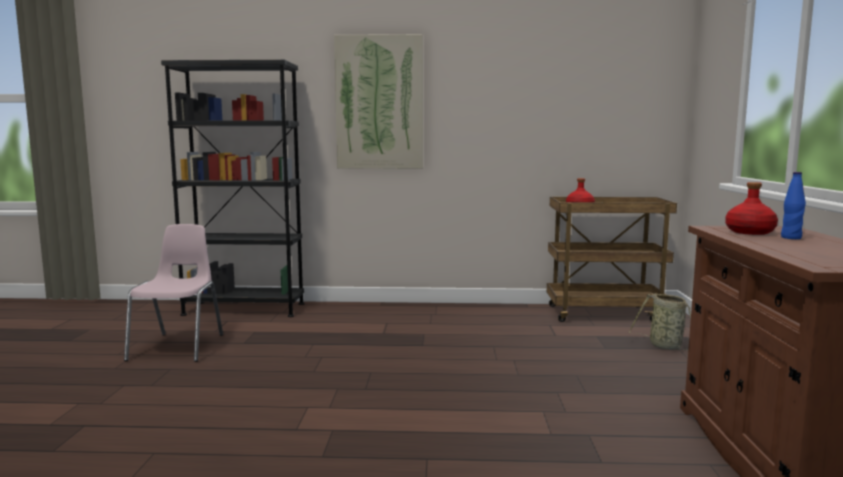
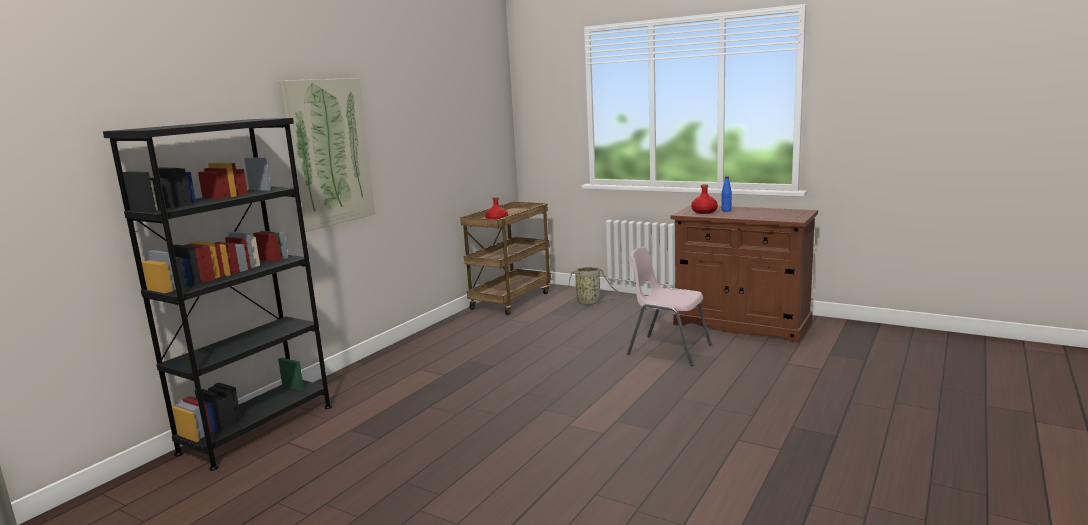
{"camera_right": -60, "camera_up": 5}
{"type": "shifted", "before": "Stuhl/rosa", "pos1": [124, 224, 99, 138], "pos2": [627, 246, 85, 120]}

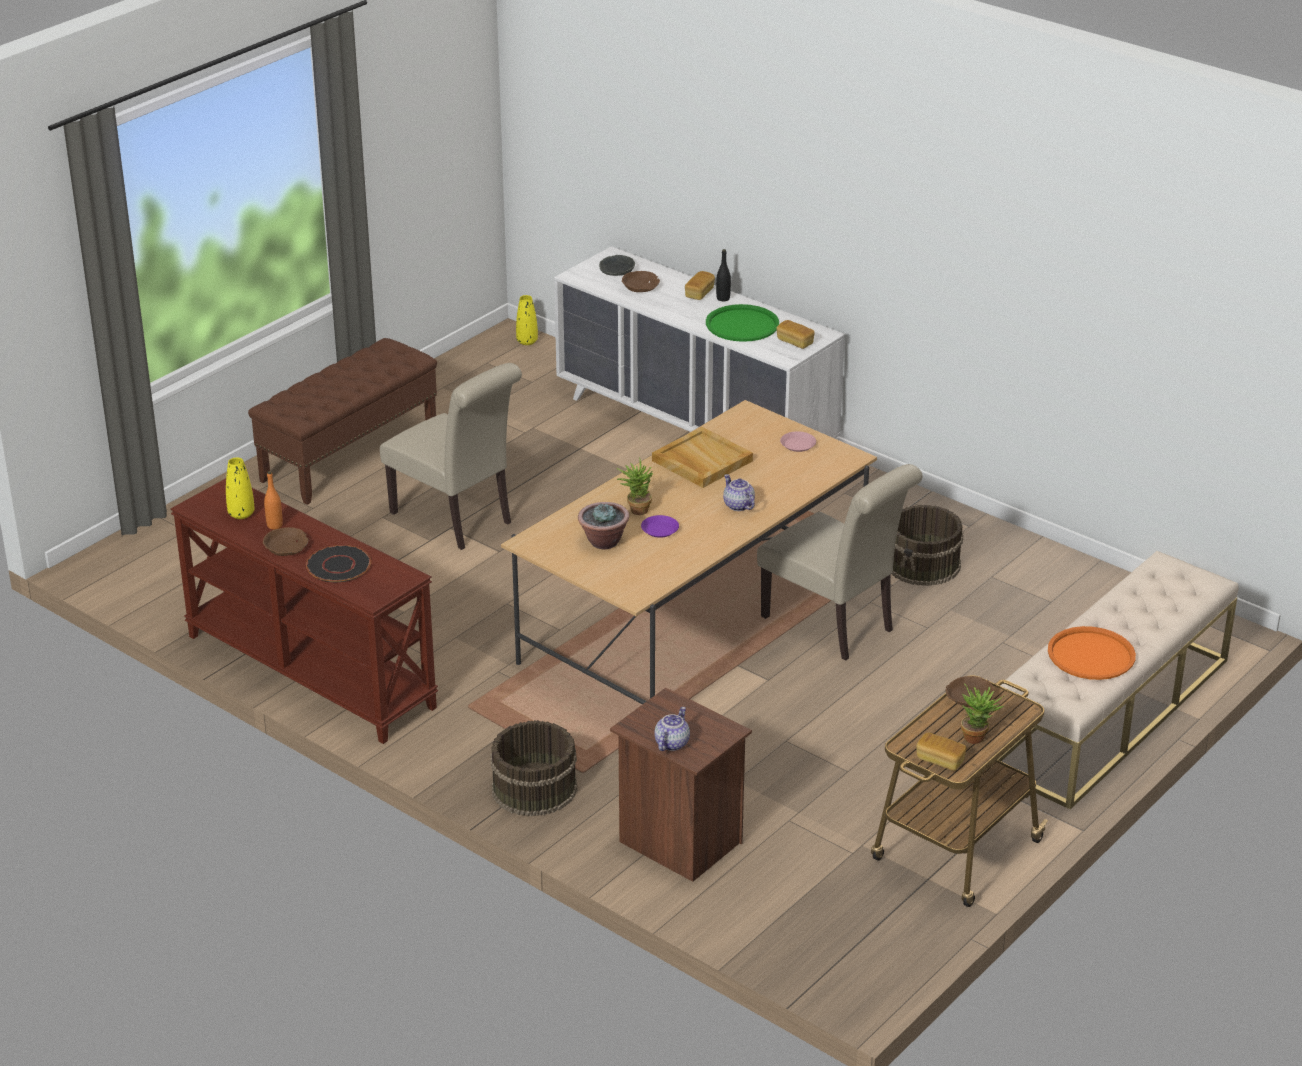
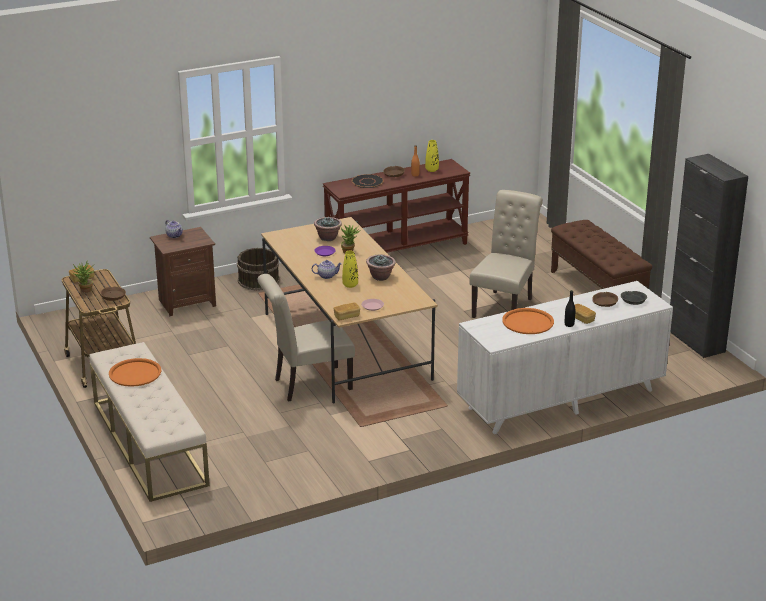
{"camera_right": 115, "camera_up": -5}
{"type": "rotated", "before": "Stuhl/beige", "pos1": [380, 363, 142, 187], "pos2": [470, 190, 73, 128], "turn": 135}
{"type": "shifted", "before": "Vase/gelb", "pos1": [516, 295, 22, 50], "pos2": [342, 251, 16, 37]}
{"type": "swapped", "before": "Tablett/beige", "after": "Topfpflanze", "pos1": [652, 427, 101, 61], "pos2": [366, 255, 30, 26]}
{"type": "repainted", "before": "Tablett/grün", "after": "Tablett/orange", "pos1": [706, 304, 73, 38], "pos2": [502, 308, 52, 26]}
{"type": "shifted", "before": "Brot", "pos1": [776, 320, 39, 29], "pos2": [334, 302, 26, 18]}
{"type": "gone", "before": "Eimer/braun", "pos1": [892, 504, 71, 82]}
{"type": "new", "after": "Schrank/schwarz", "pos2": [670, 154, 78, 204]}

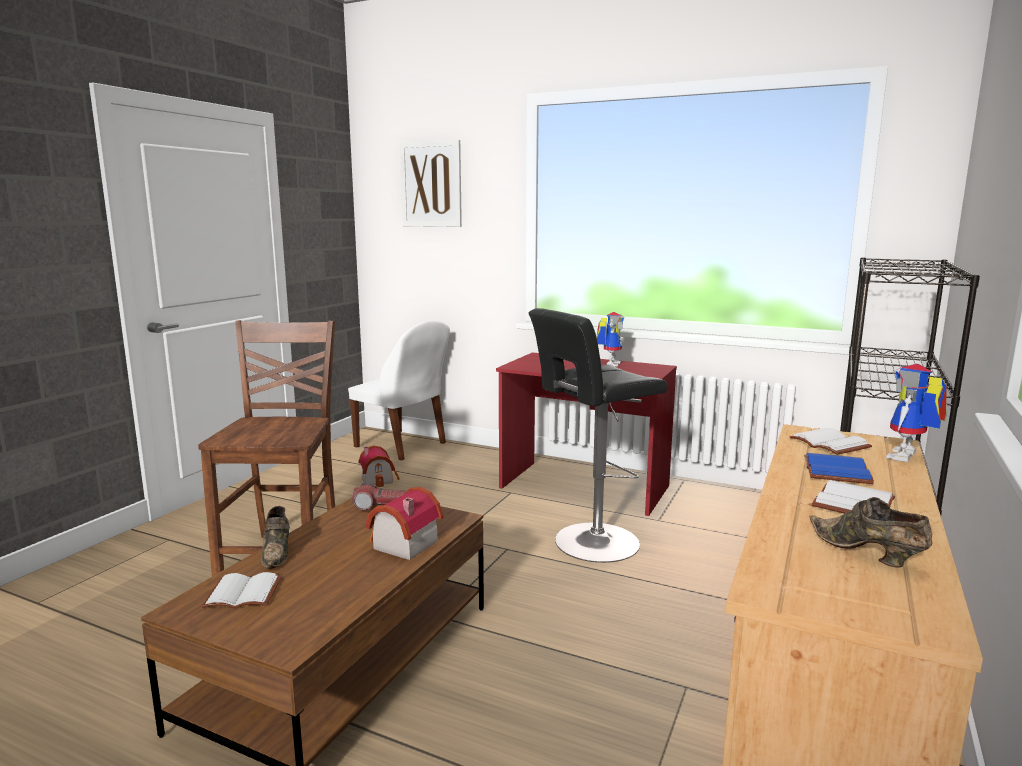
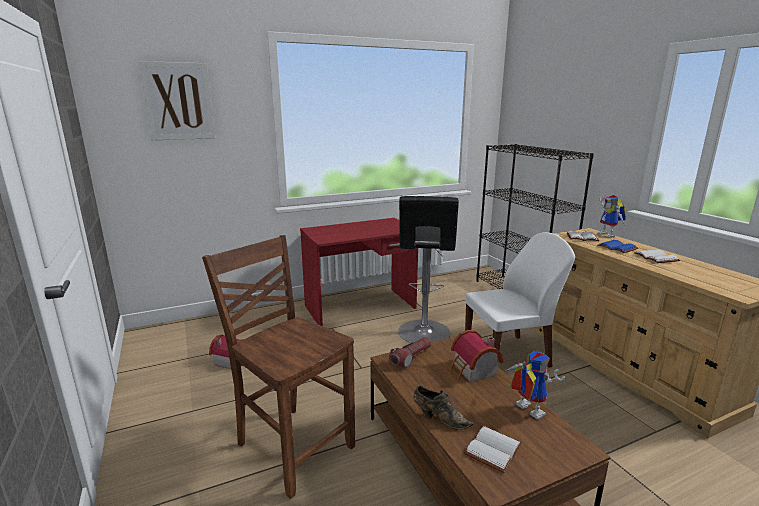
{"camera_right": -50, "camera_up": 5}
{"type": "shifted", "before": "Stuhl/weiß", "pos1": [348, 321, 102, 139], "pos2": [465, 232, 110, 136]}
{"type": "shifted", "before": "Spielzeugroboter", "pos1": [596, 312, 28, 55], "pos2": [505, 351, 60, 68]}
{"type": "gone", "before": "Schuh/braun", "pos1": [810, 497, 122, 71]}

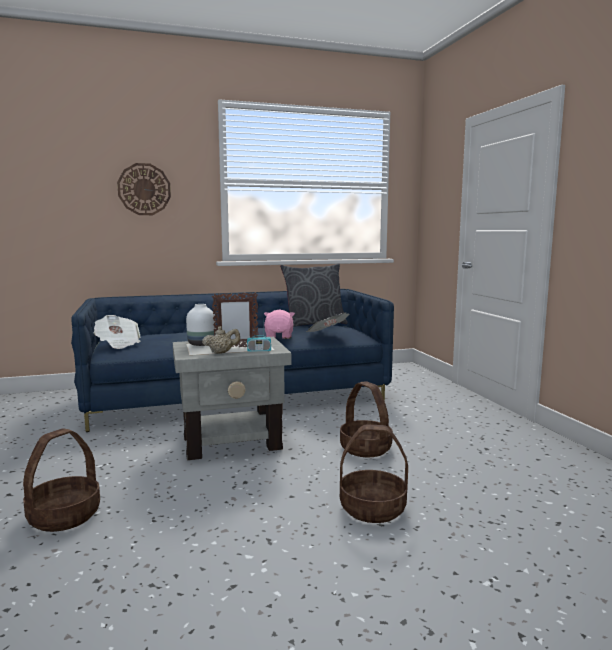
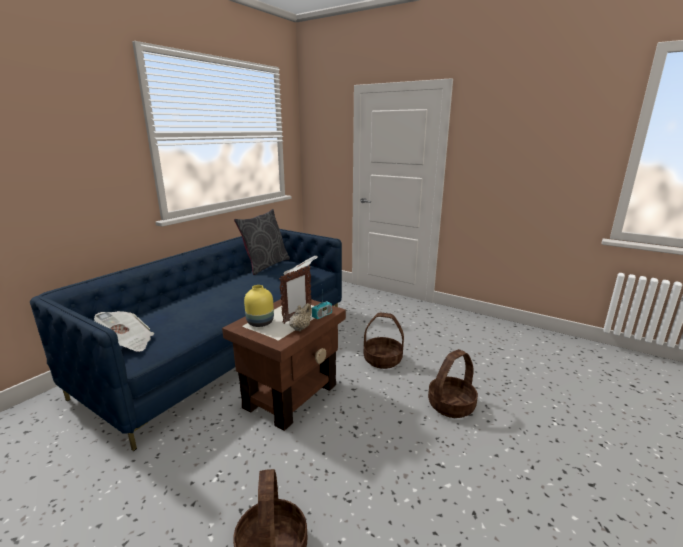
{"camera_right": -40, "camera_up": 10}
{"type": "gone", "before": "Wanduhr", "pos1": [117, 163, 54, 52]}
{"type": "repainted", "before": "Beistelltisch/grau", "after": "Beistelltisch/braun", "pos1": [173, 337, 118, 123], "pos2": [222, 299, 124, 132]}
{"type": "repainted", "before": "Vase/weiß", "after": "Vase/gelb", "pos1": [186, 304, 30, 42], "pos2": [244, 285, 30, 42]}
{"type": "gone", "before": "Plüschtier/rosa", "pos1": [264, 310, 31, 29]}

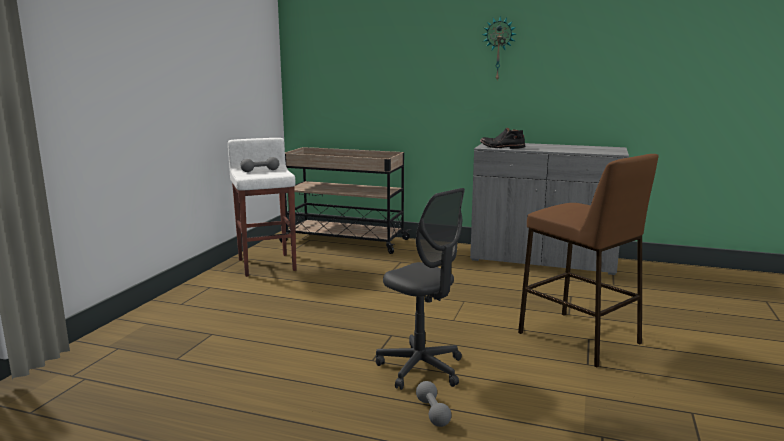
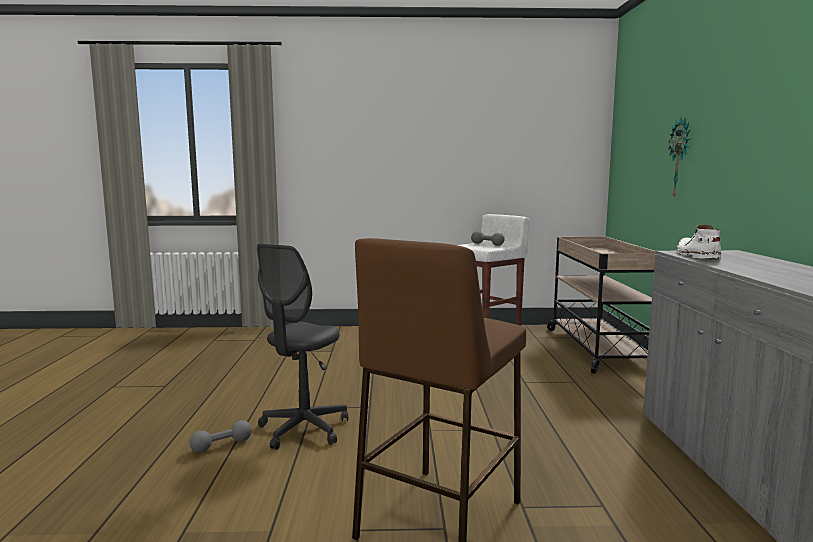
{"camera_right": 70, "camera_up": -5}
{"type": "repainted", "before": "Stiefel/schwarz", "after": "Stiefel/weiß", "pos1": [480, 128, 45, 21], "pos2": [677, 225, 44, 35]}
{"type": "shifted", "before": "Wanduhr", "pos1": [482, 16, 34, 64], "pos2": [668, 117, 23, 81]}

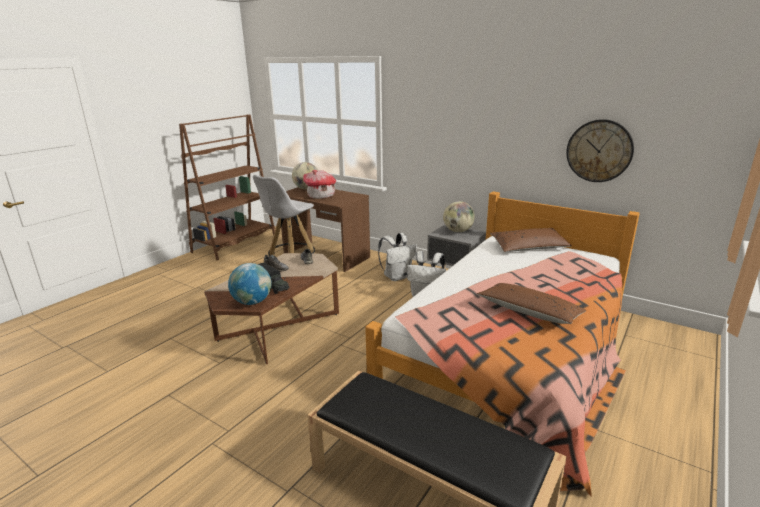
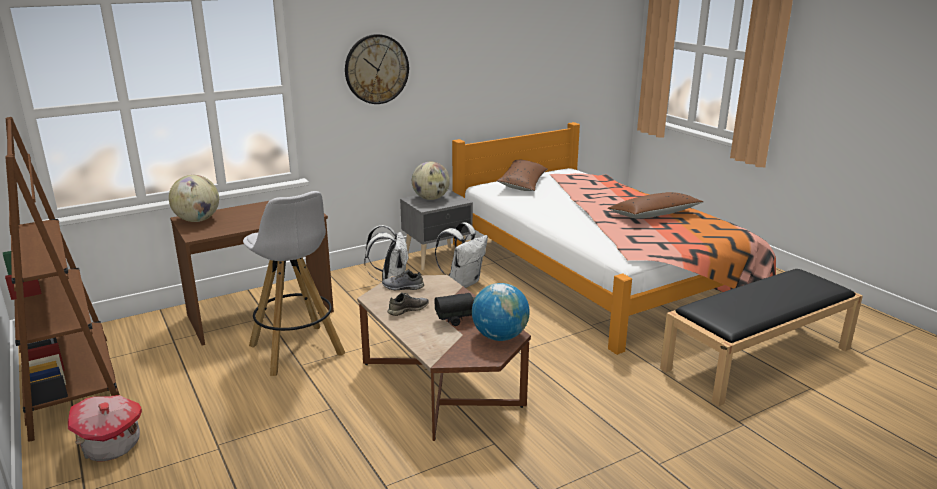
{"camera_right": -65, "camera_up": 0}
{"type": "shifted", "before": "Spielzeughaus", "pos1": [303, 170, 33, 29], "pos2": [68, 395, 74, 66]}
{"type": "shifted", "before": "Wanduhr", "pos1": [566, 119, 68, 63], "pos2": [345, 34, 64, 70]}

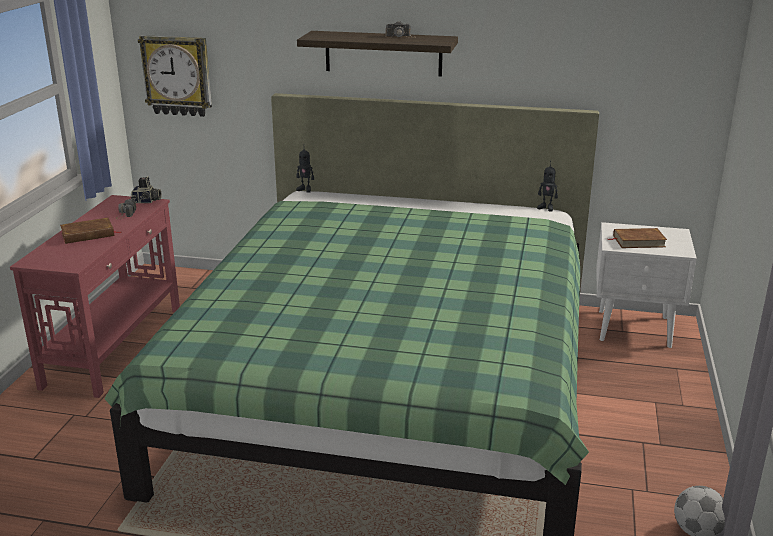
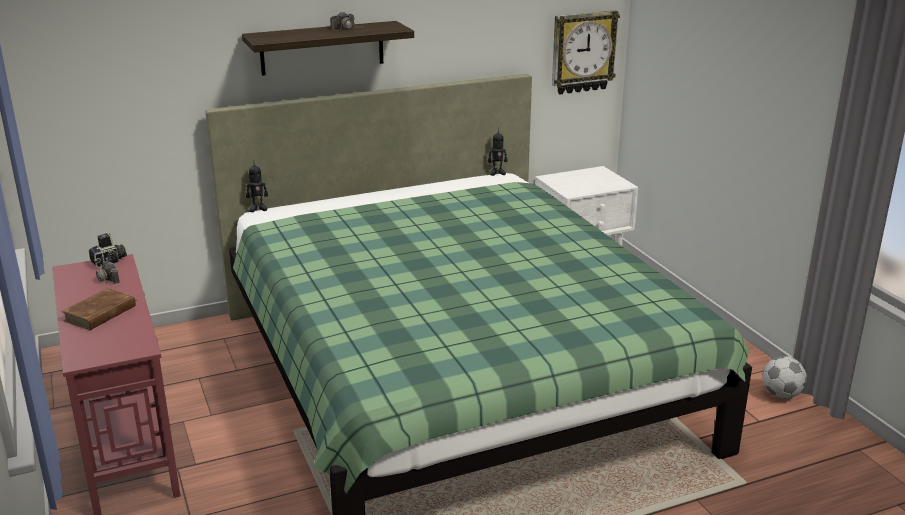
{"camera_right": -35, "camera_up": 0}
{"type": "shifted", "before": "Wanduhr", "pos1": [138, 35, 74, 82], "pos2": [552, 10, 68, 85]}
{"type": "gone", "before": "Buch/braun", "pos1": [608, 228, 59, 20]}

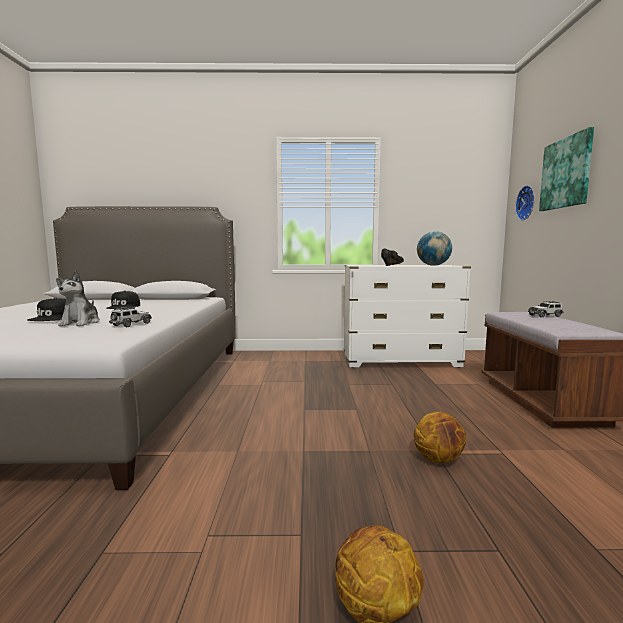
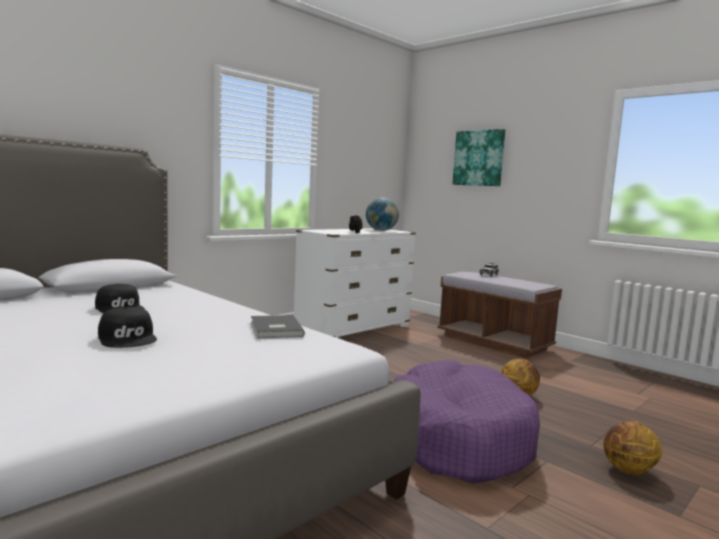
{"camera_right": -45, "camera_up": 0}
{"type": "gone", "before": "Plüschtier", "pos1": [56, 271, 44, 55]}
{"type": "swapped", "before": "Spielzeugauto", "after": "Buch/grau", "pos1": [109, 307, 43, 20], "pos2": [251, 315, 54, 23]}
{"type": "gone", "before": "Wanduhr", "pos1": [515, 185, 20, 35]}
{"type": "new", "after": "Hundebett/lila", "pos2": [394, 360, 146, 123]}

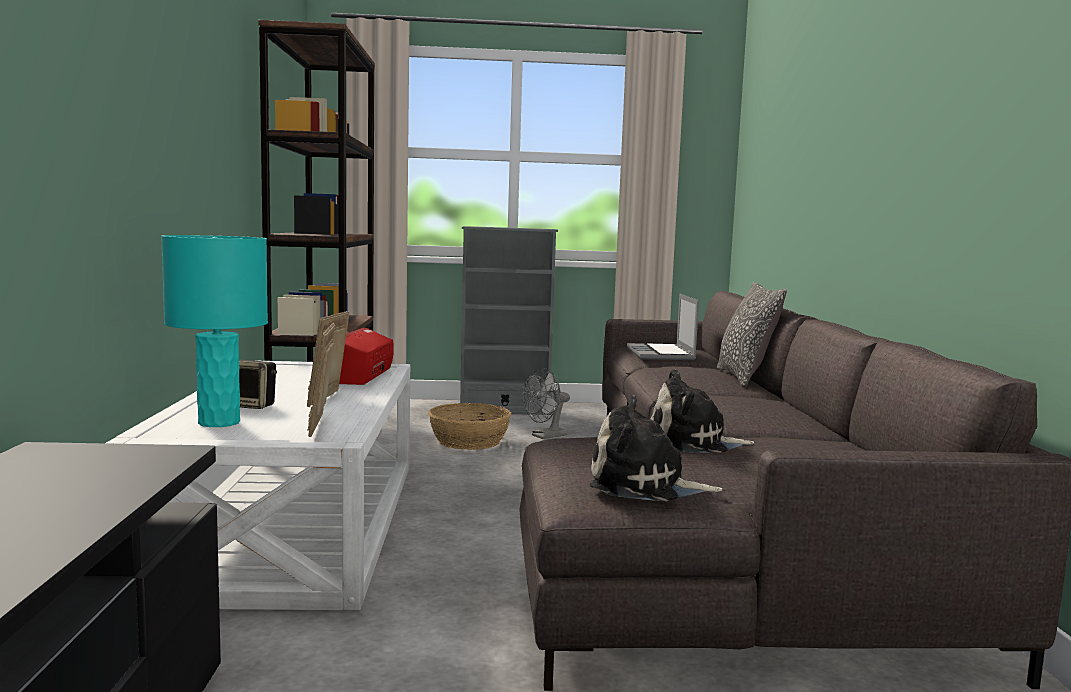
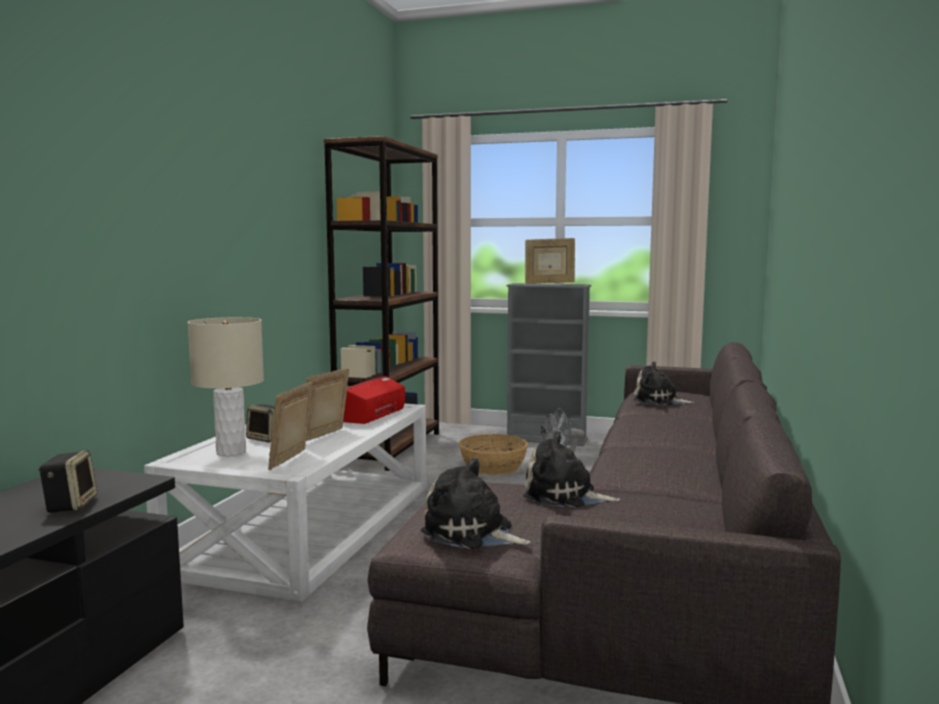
{"camera_right": 20, "camera_up": 0}
{"type": "repainted", "before": "Tischlampe/türkis", "after": "Tischlampe/beige", "pos1": [161, 235, 107, 192], "pos2": [188, 317, 76, 140]}
{"type": "swapped", "before": "Laptop", "after": "Plüschtier", "pos1": [627, 294, 72, 66], "pos2": [633, 362, 62, 44]}
{"type": "gone", "before": "Kissen", "pos1": [717, 282, 70, 105]}
{"type": "new", "after": "Lautsprecher", "pos2": [38, 450, 59, 63]}
{"type": "new", "after": "Bilderrahmen", "pos2": [525, 238, 50, 46]}

